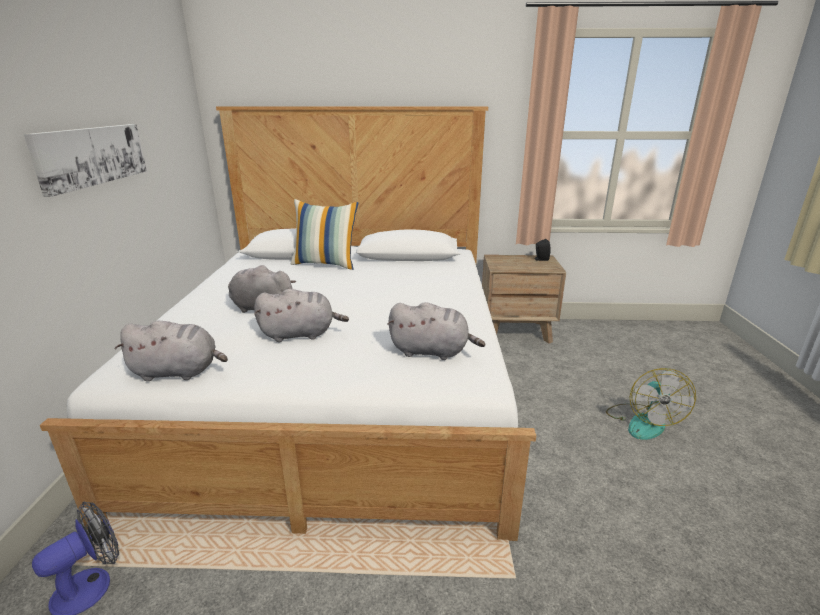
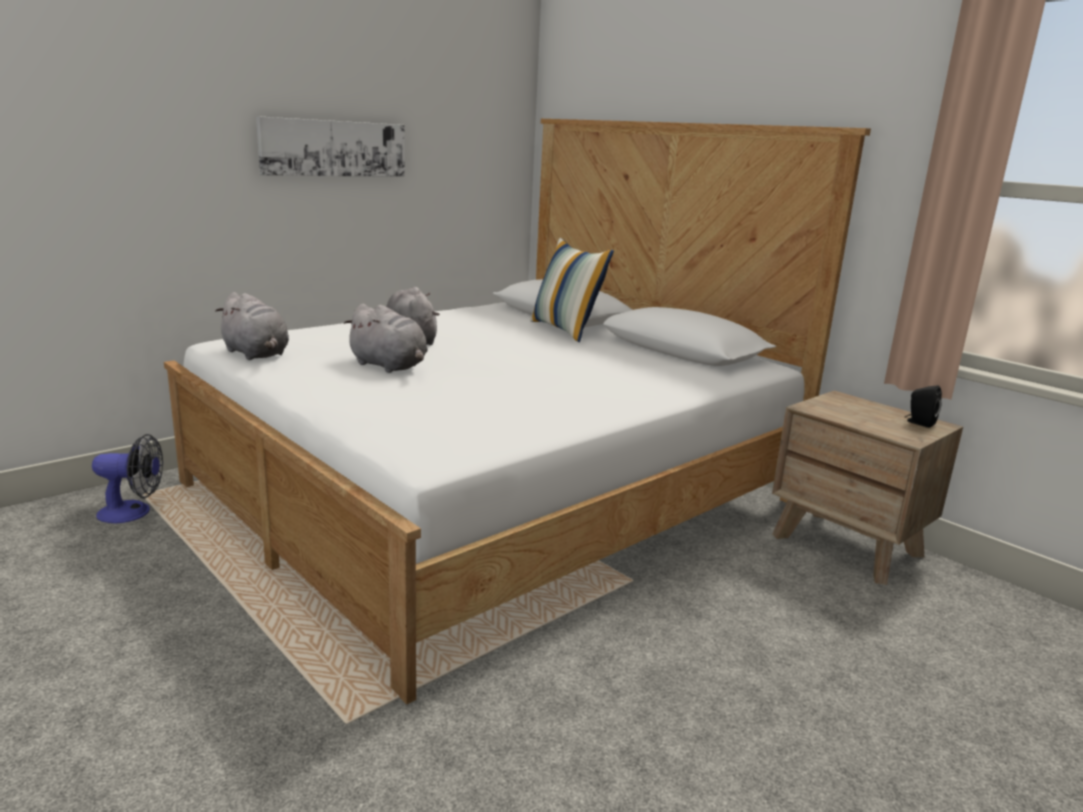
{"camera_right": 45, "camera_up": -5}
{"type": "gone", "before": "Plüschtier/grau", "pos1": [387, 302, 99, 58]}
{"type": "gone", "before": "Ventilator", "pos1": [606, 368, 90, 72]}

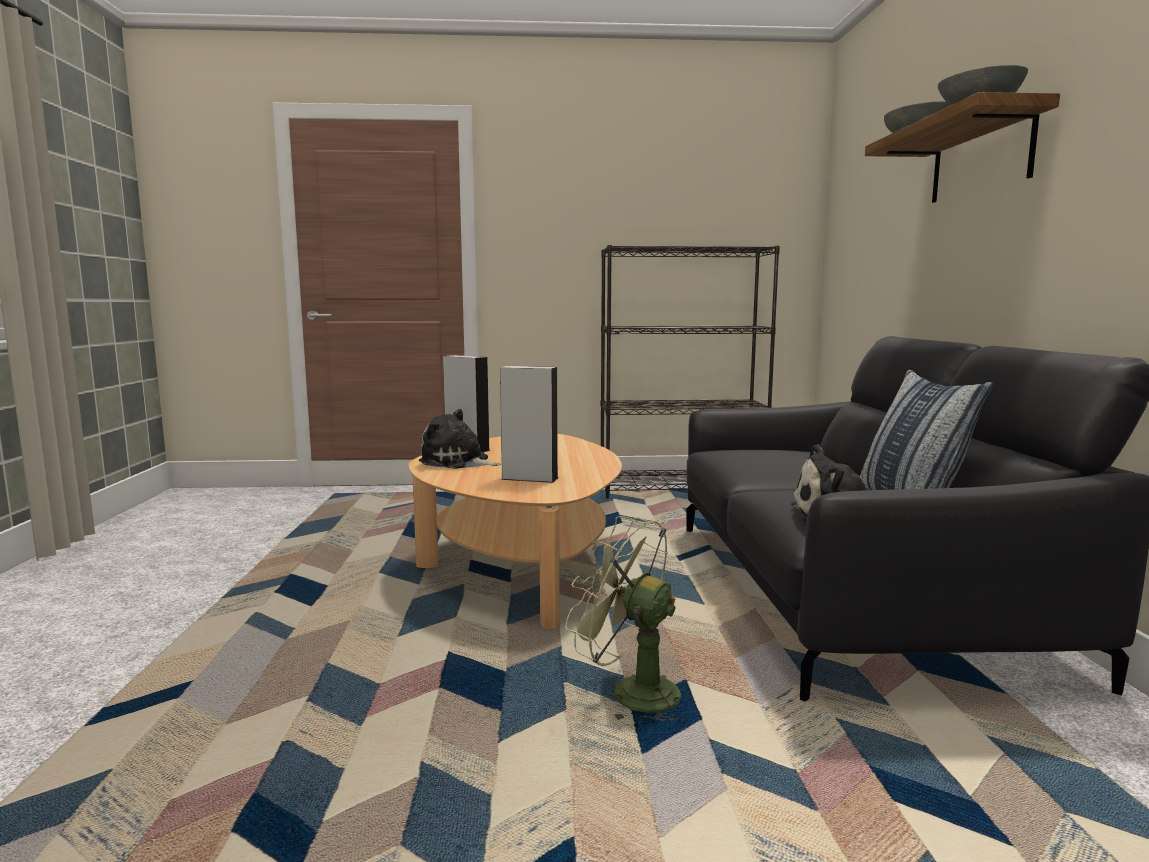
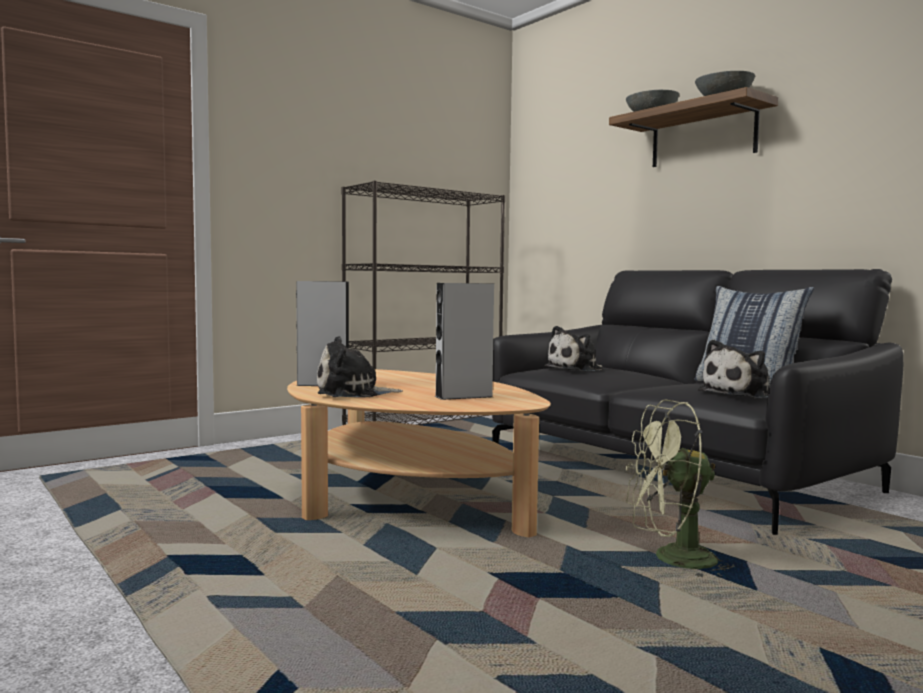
{"camera_right": -35, "camera_up": -5}
{"type": "new", "after": "Plüschtier", "pos2": [544, 326, 59, 46]}

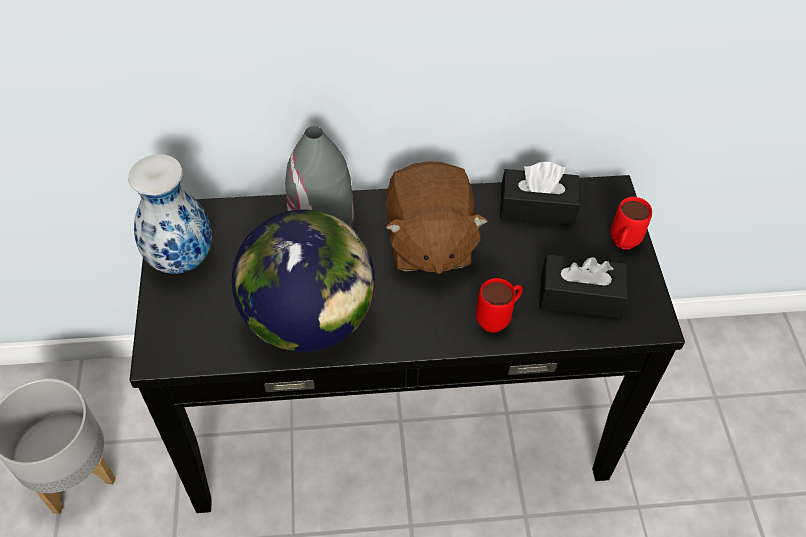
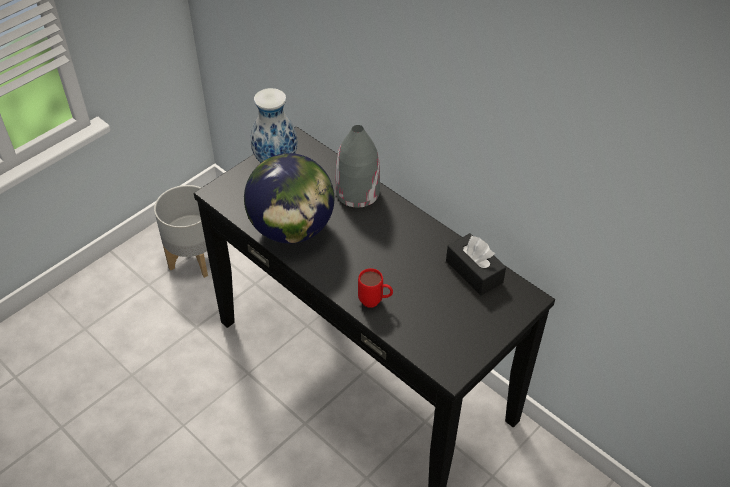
{"camera_right": 50, "camera_up": -5}
{"type": "gone", "before": "Plüschtier/braun", "pos1": [385, 161, 103, 113]}
{"type": "gone", "before": "Taschentuchbox/schwarz", "pos1": [539, 254, 89, 64]}
{"type": "gone", "before": "Henkelbecher/rot", "pos1": [611, 197, 41, 52]}

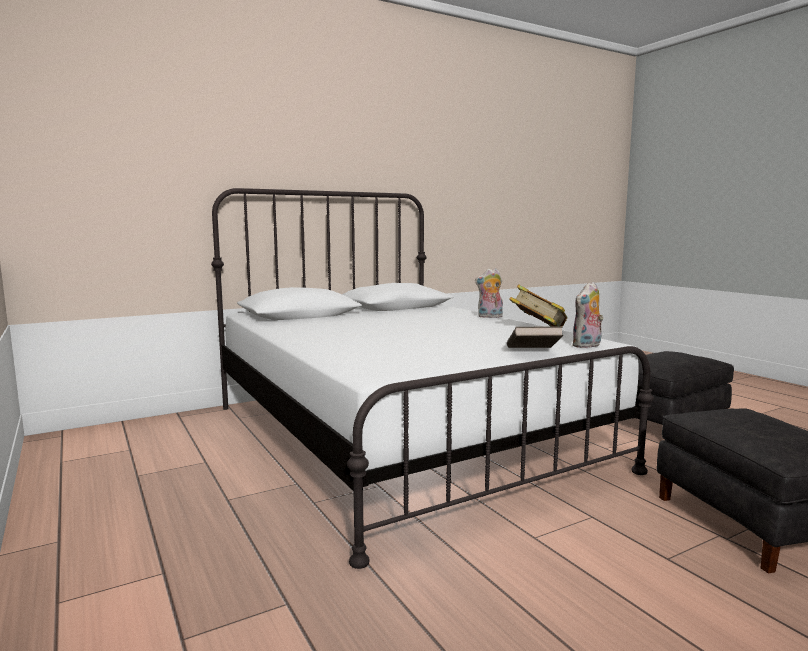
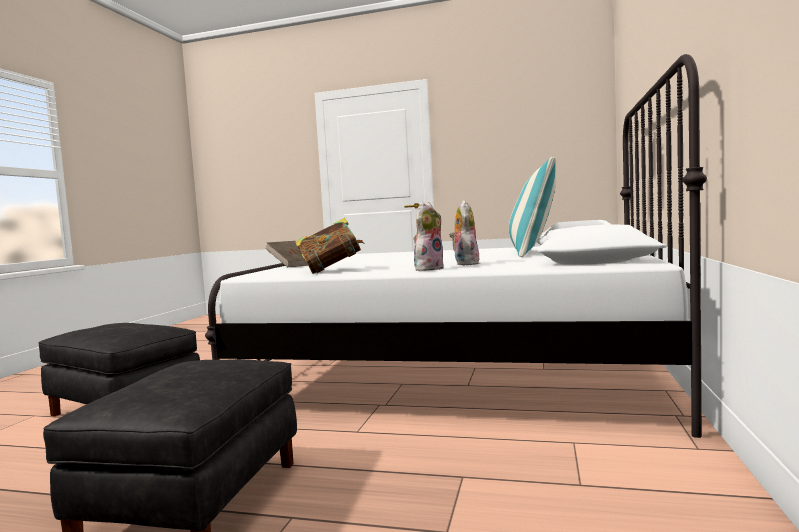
{"camera_right": 135, "camera_up": -5}
{"type": "shifted", "before": "Plüschtier", "pos1": [573, 282, 31, 66], "pos2": [449, 200, 30, 66]}
{"type": "new", "after": "Kissen", "pos2": [509, 157, 47, 100]}

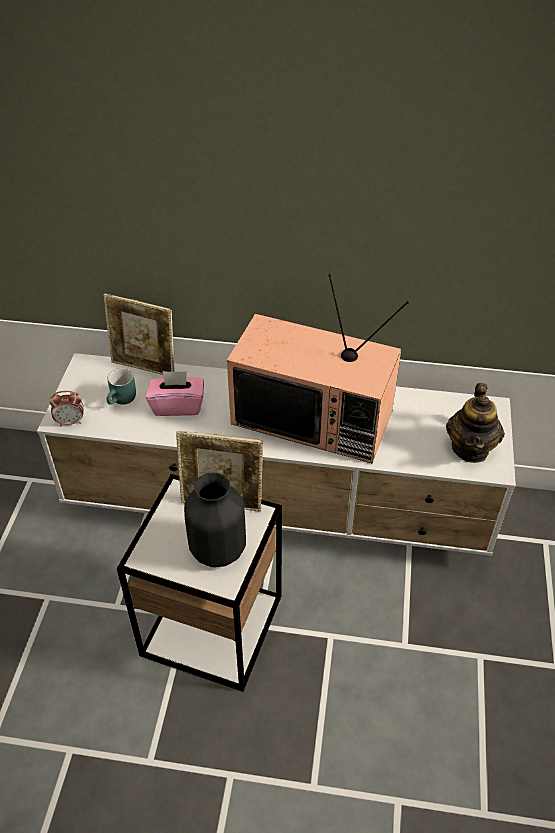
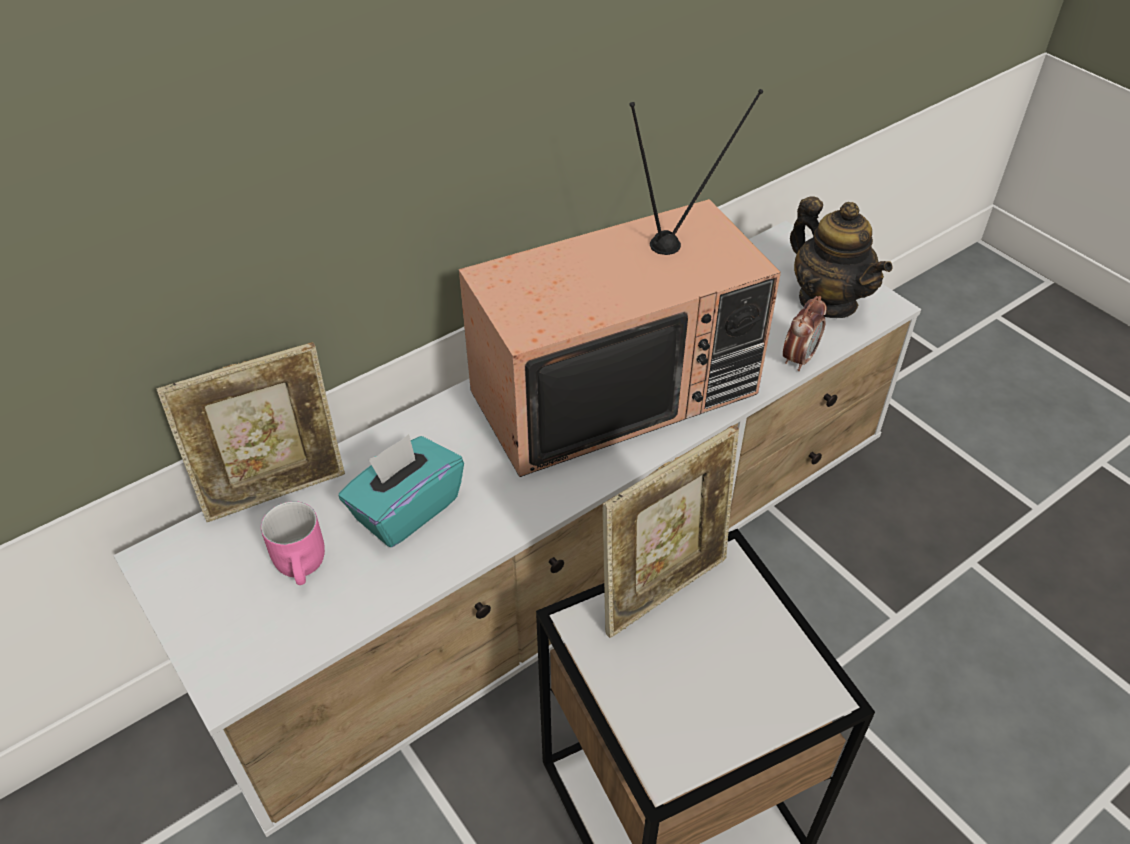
{"camera_right": -45, "camera_up": 0}
{"type": "shifted", "before": "Wecker", "pos1": [49, 391, 35, 35], "pos2": [783, 296, 44, 75]}
{"type": "repainted", "before": "Henkelbecher/türkis", "after": "Henkelbecher/rosa", "pos1": [106, 368, 30, 37], "pos2": [261, 501, 64, 84]}
{"type": "repainted", "before": "Taschentuchbox/rosa", "after": "Taschentuchbox/türkis", "pos1": [146, 371, 58, 45], "pos2": [339, 434, 125, 113]}
{"type": "gone", "before": "Vase/schwarz", "pos1": [184, 472, 62, 95]}

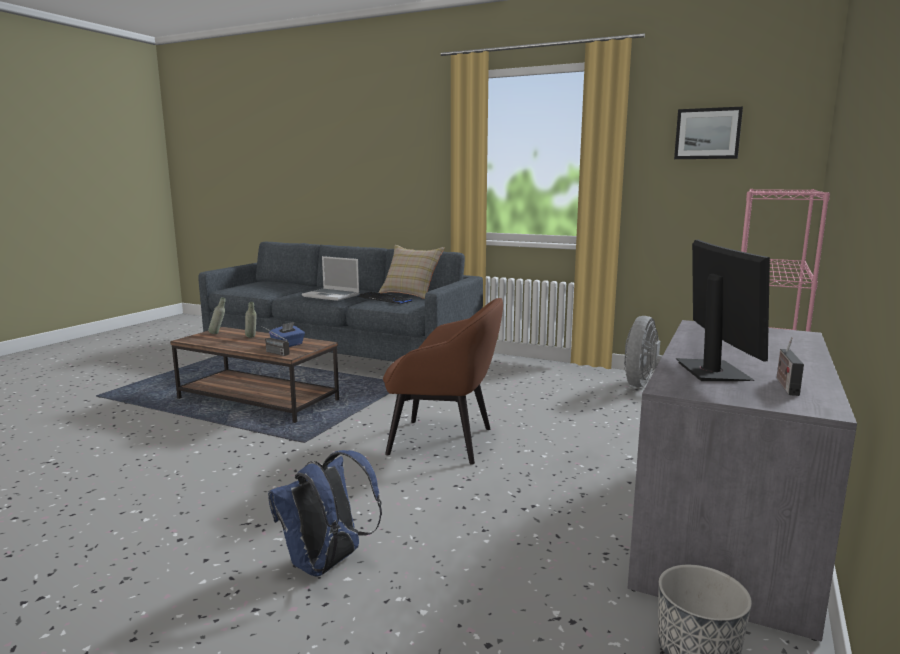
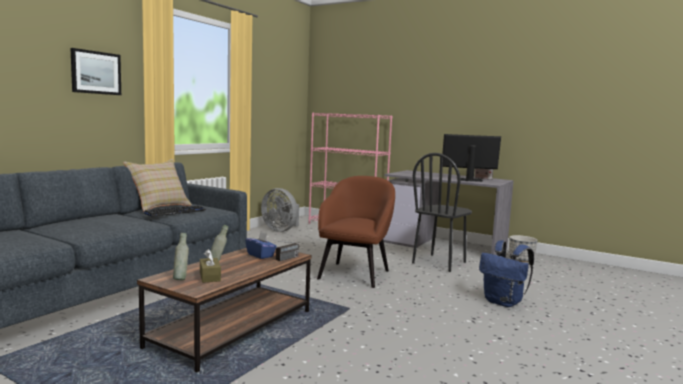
{"camera_right": -85, "camera_up": -5}
{"type": "gone", "before": "Laptop", "pos1": [302, 256, 58, 45]}
{"type": "shifted", "before": "Bild", "pos1": [674, 107, 69, 52], "pos2": [70, 48, 51, 47]}
{"type": "new", "after": "Taschentuchbox/braun", "pos2": [200, 249, 21, 34]}
{"type": "new", "after": "Stuhl/schwarz", "pos2": [412, 153, 60, 119]}

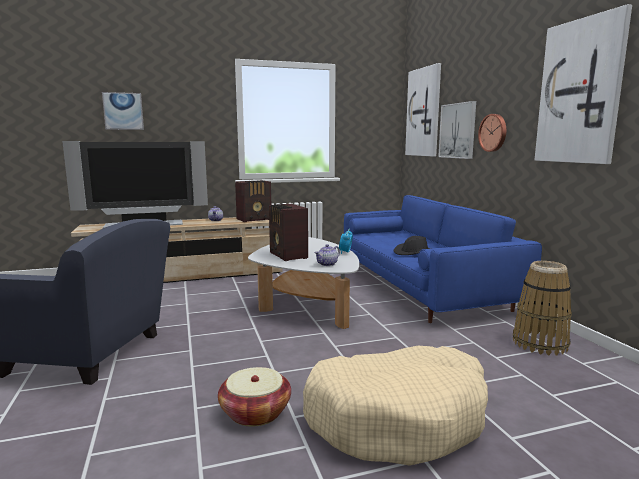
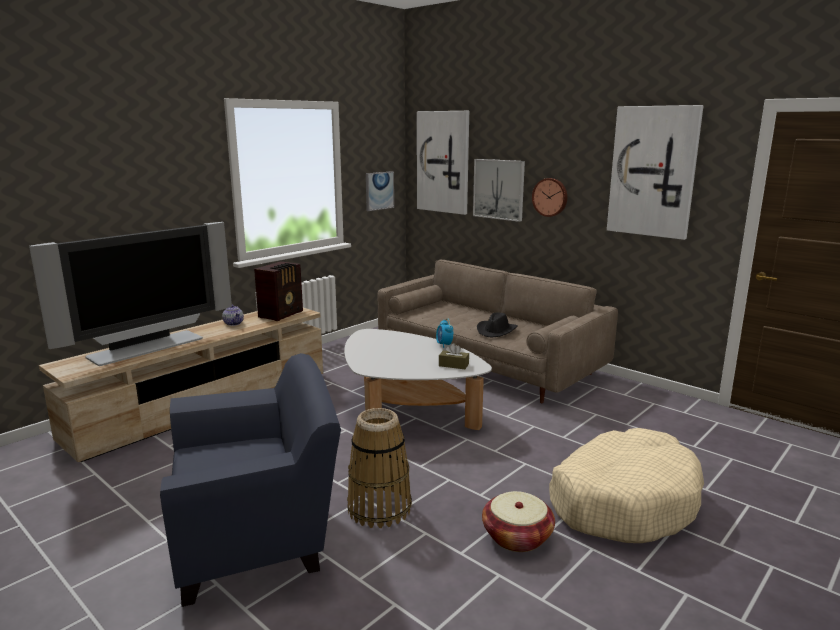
{"camera_right": -30, "camera_up": 5}
{"type": "shifted", "before": "Bild", "pos1": [102, 92, 42, 38], "pos2": [366, 171, 28, 40]}
{"type": "gone", "before": "Radio", "pos1": [269, 204, 39, 57]}
{"type": "swapped", "before": "Teekanne", "after": "Taschentuchbox/braun", "pos1": [314, 244, 26, 22], "pos2": [439, 343, 30, 26]}
{"type": "repainted", "before": "Sofa/blau", "after": "Sofa/beige", "pos1": [344, 195, 198, 128], "pos2": [378, 260, 240, 143]}
{"type": "shifted", "before": "Korb", "pos1": [513, 261, 59, 94], "pos2": [347, 408, 65, 120]}

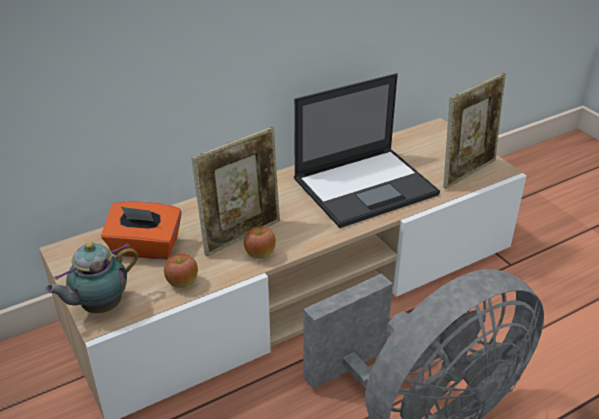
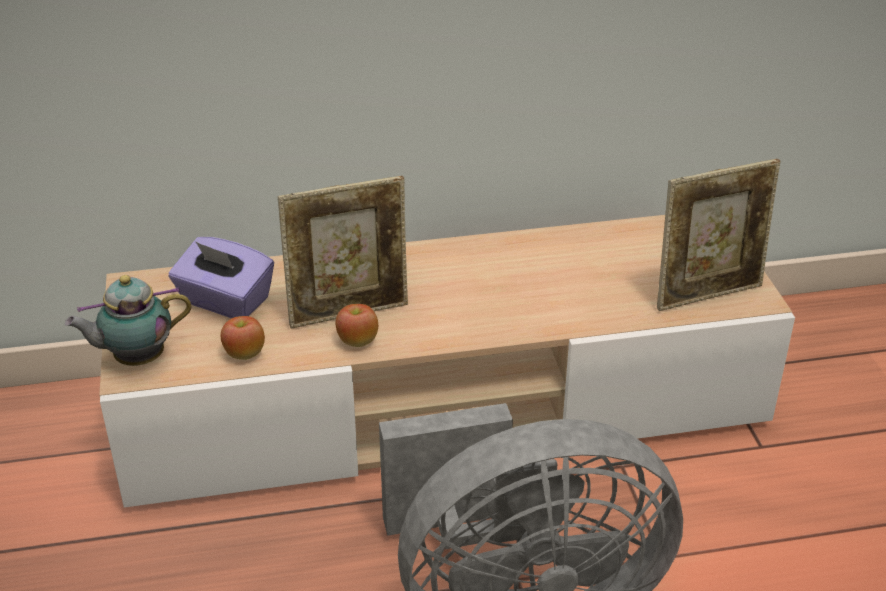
{"camera_right": 20, "camera_up": 0}
{"type": "repainted", "before": "Taschentuchbox/orange", "after": "Taschentuchbox/lila", "pos1": [101, 201, 81, 58], "pos2": [169, 237, 105, 82]}
{"type": "gone", "before": "Laptop", "pos1": [294, 73, 146, 155]}

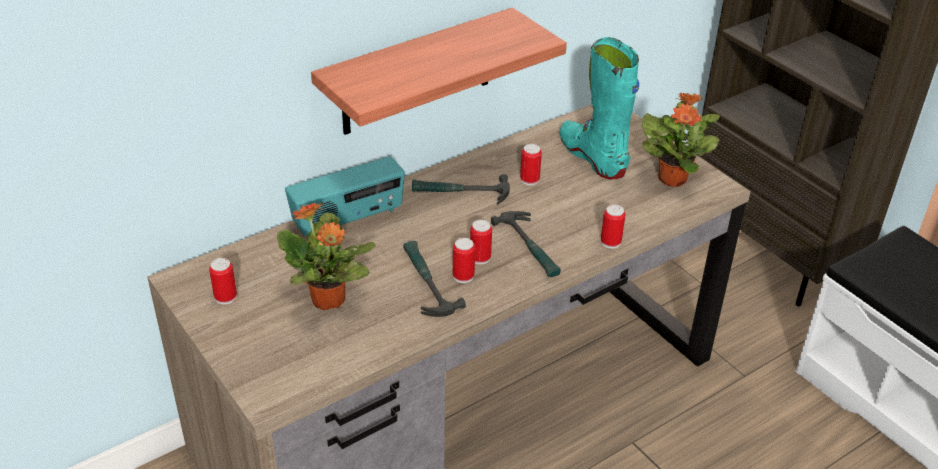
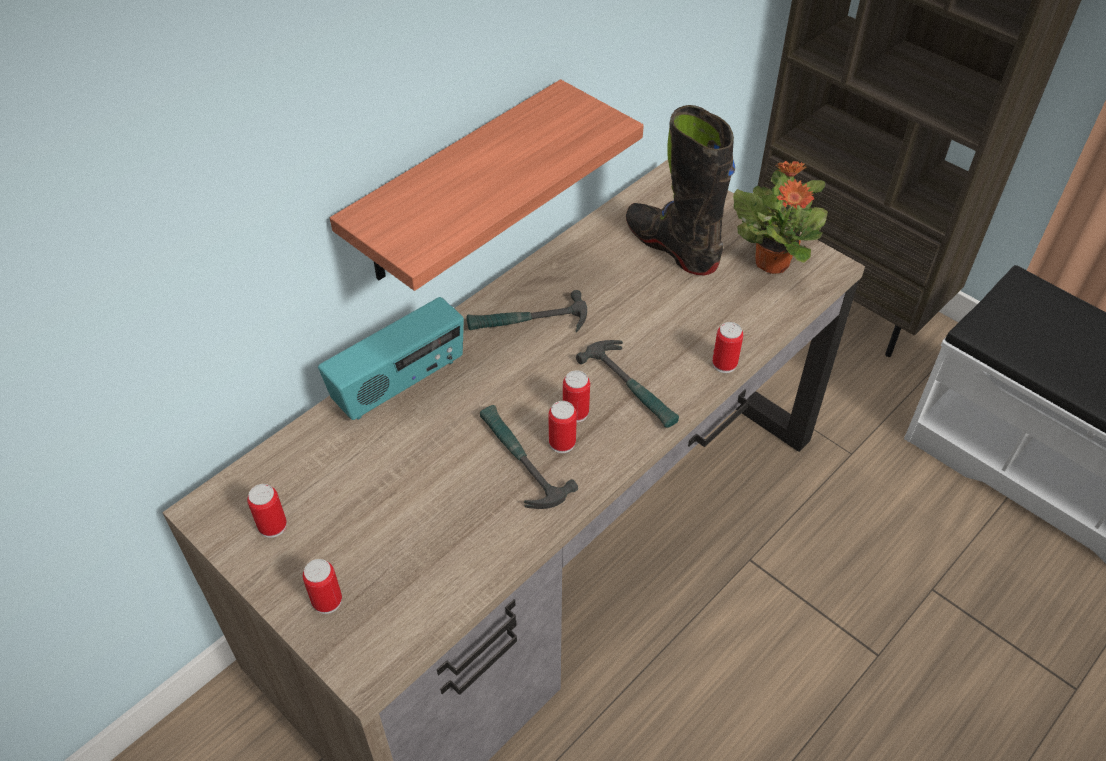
{"camera_right": -10, "camera_up": 10}
{"type": "gone", "before": "Topfpflanze", "pos1": [277, 202, 99, 108]}
{"type": "shifted", "before": "Dose", "pos1": [520, 144, 22, 41], "pos2": [303, 559, 39, 55]}
{"type": "repainted", "before": "Stiefel/türkis", "after": "Stiefel/schwarz", "pos1": [559, 37, 80, 143], "pos2": [626, 105, 110, 171]}

